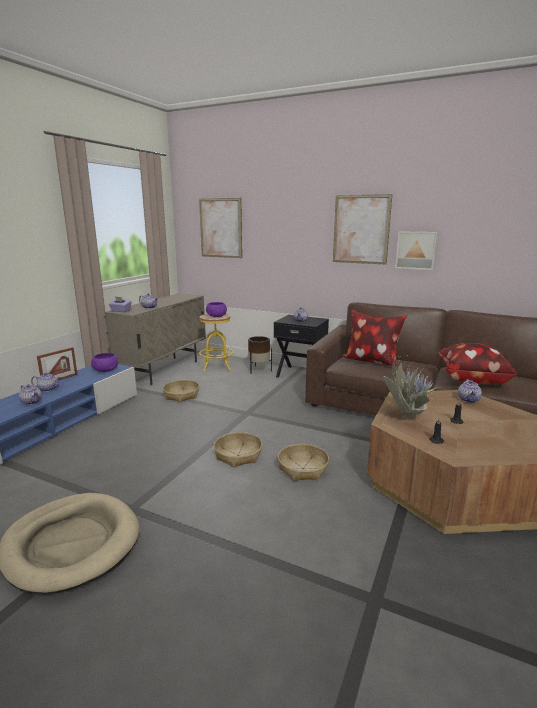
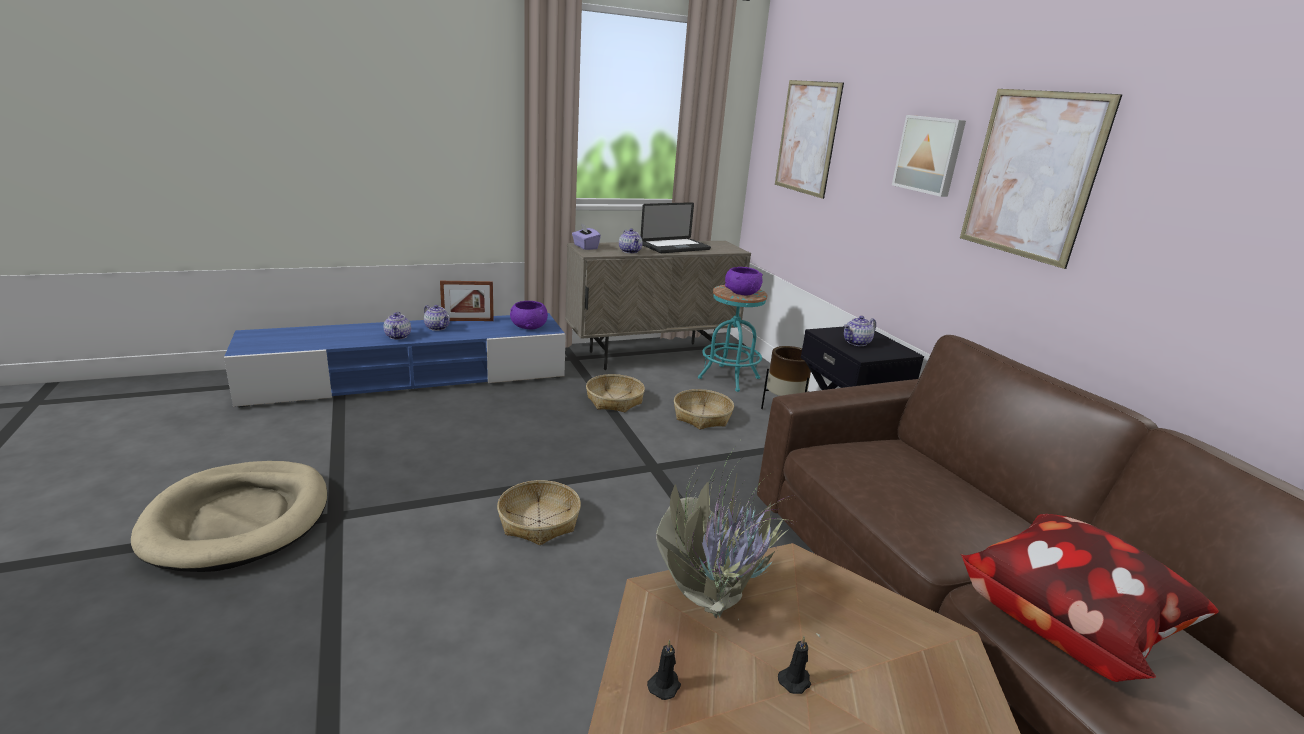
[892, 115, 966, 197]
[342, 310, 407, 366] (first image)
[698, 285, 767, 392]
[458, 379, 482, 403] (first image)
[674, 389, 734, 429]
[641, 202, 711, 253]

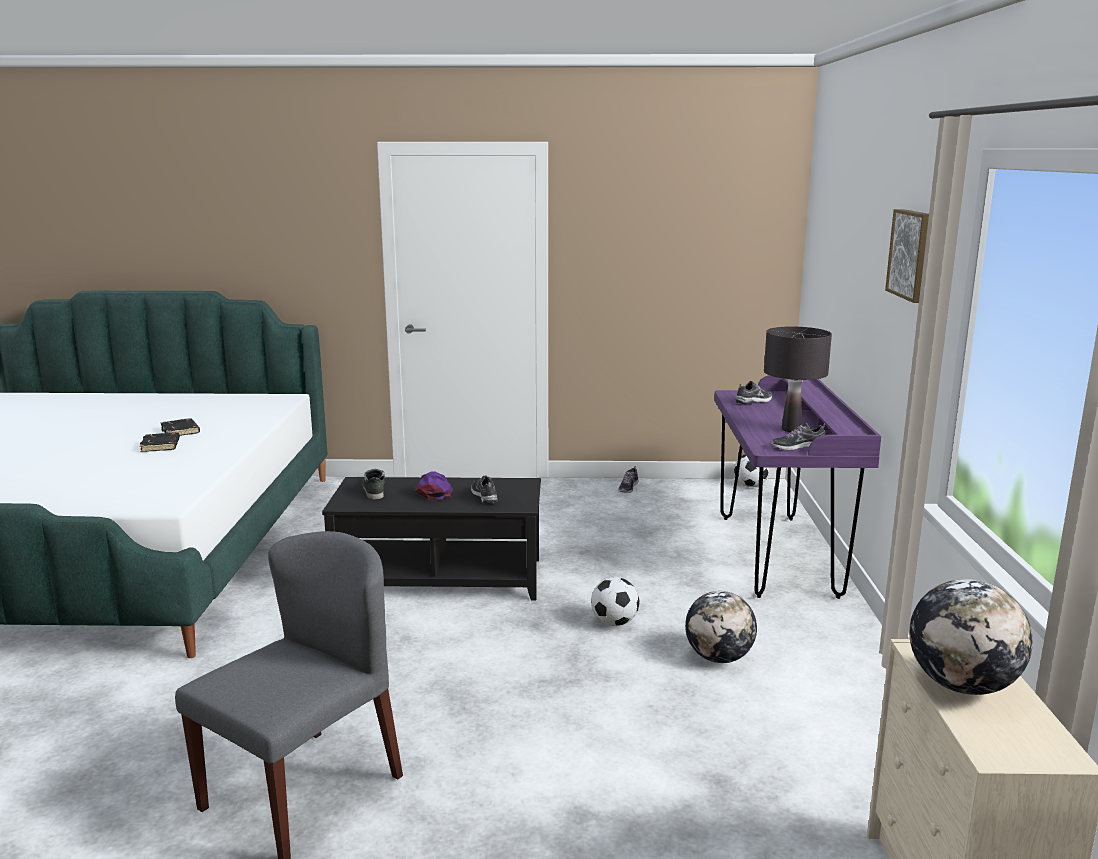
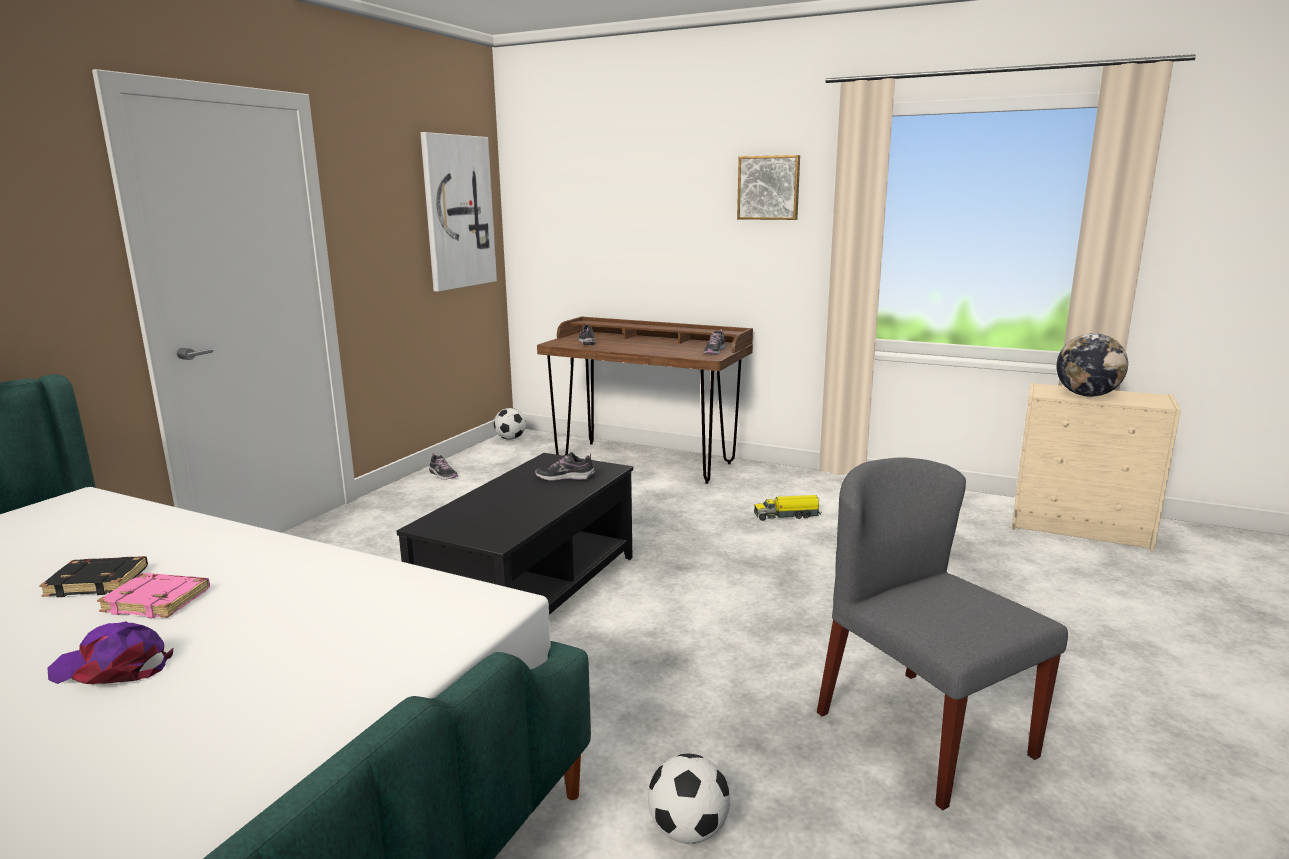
[764, 326, 832, 432] (first image)
[537, 316, 753, 484]
[97, 573, 210, 618]
[363, 469, 385, 500] (first image)
[48, 621, 173, 684]
[648, 754, 730, 844]
[754, 495, 821, 521]
[421, 132, 497, 292]

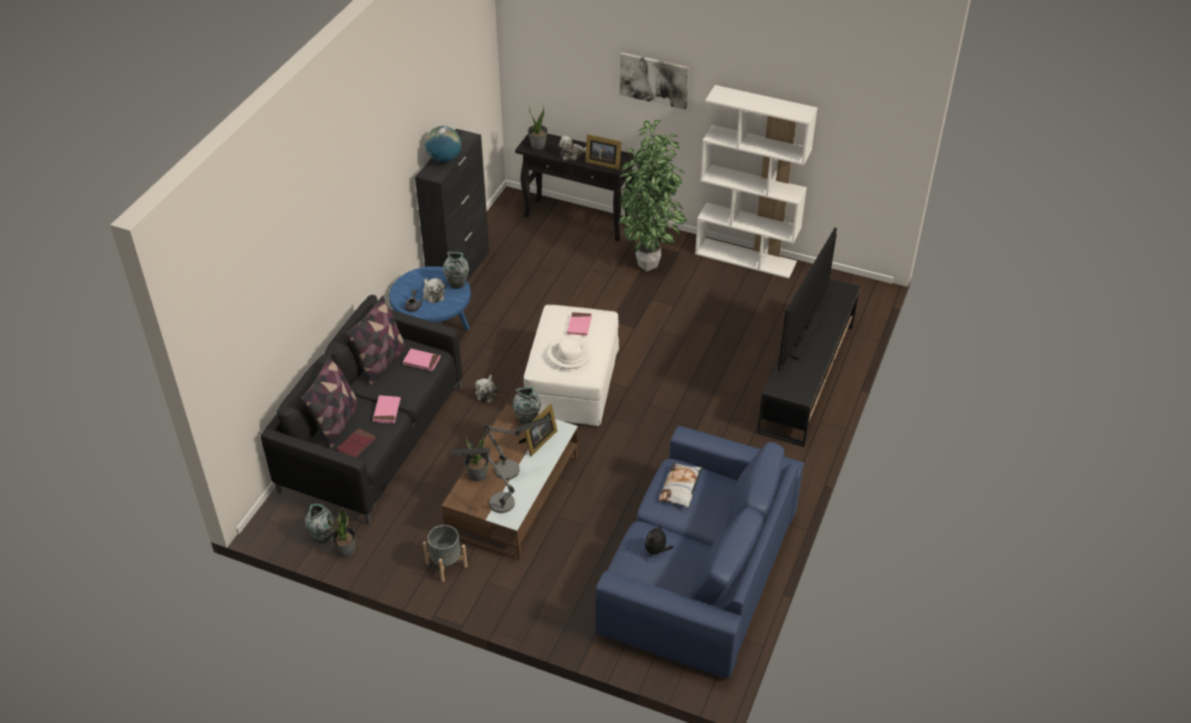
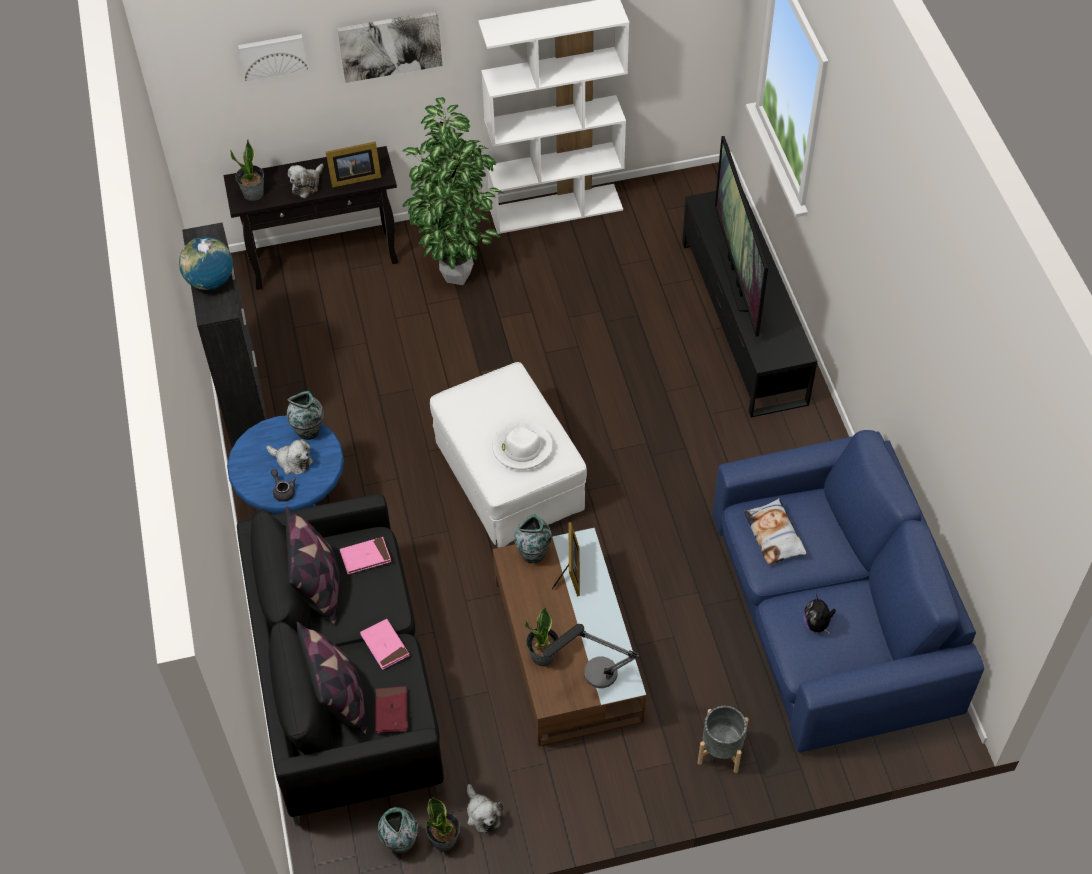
[567, 312, 592, 336] (first image)
[467, 784, 503, 834]
[483, 417, 551, 480] (first image)
[698, 706, 749, 773]
[238, 34, 308, 81]

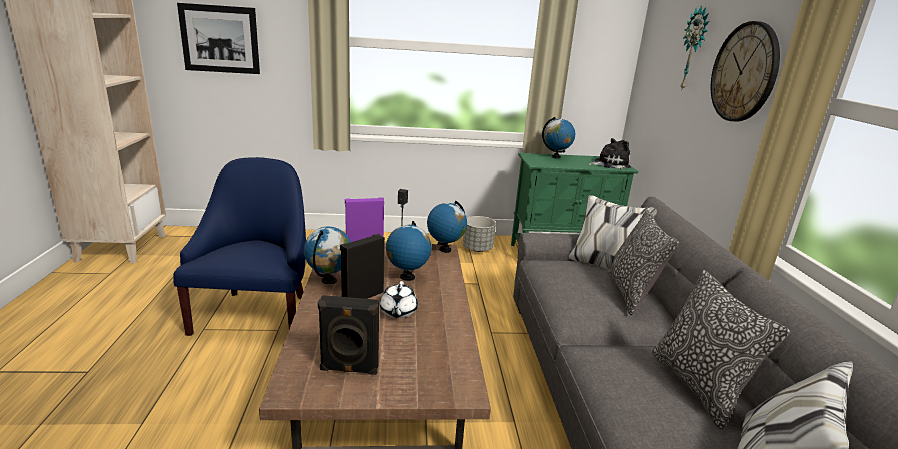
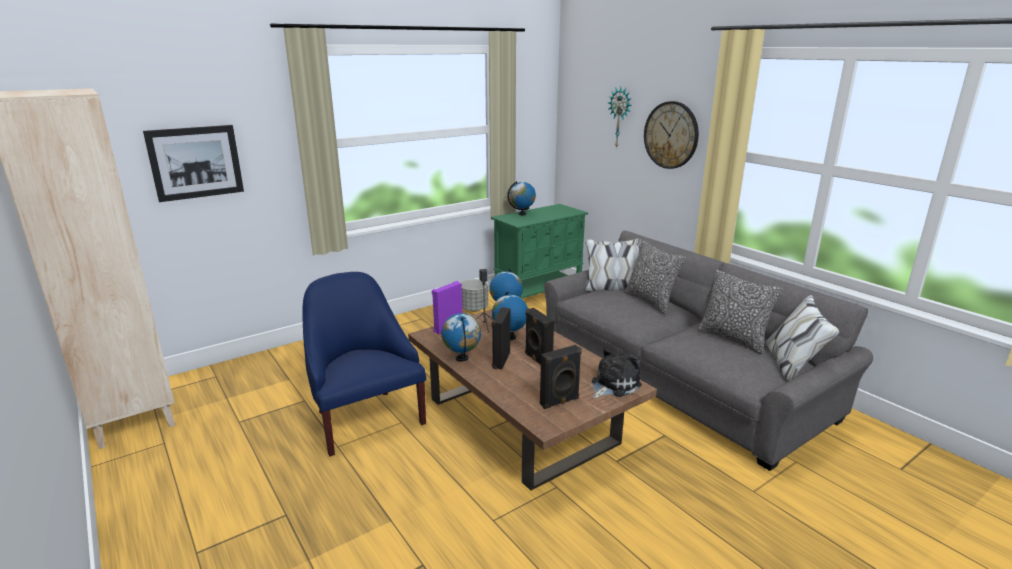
[592, 348, 642, 398]
[525, 308, 554, 365]

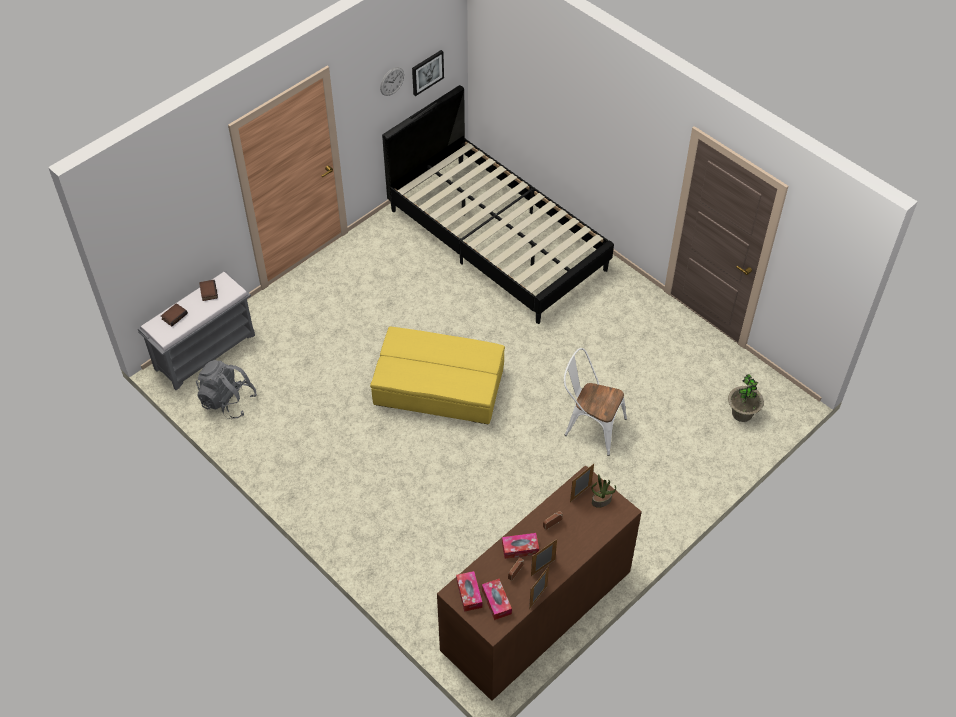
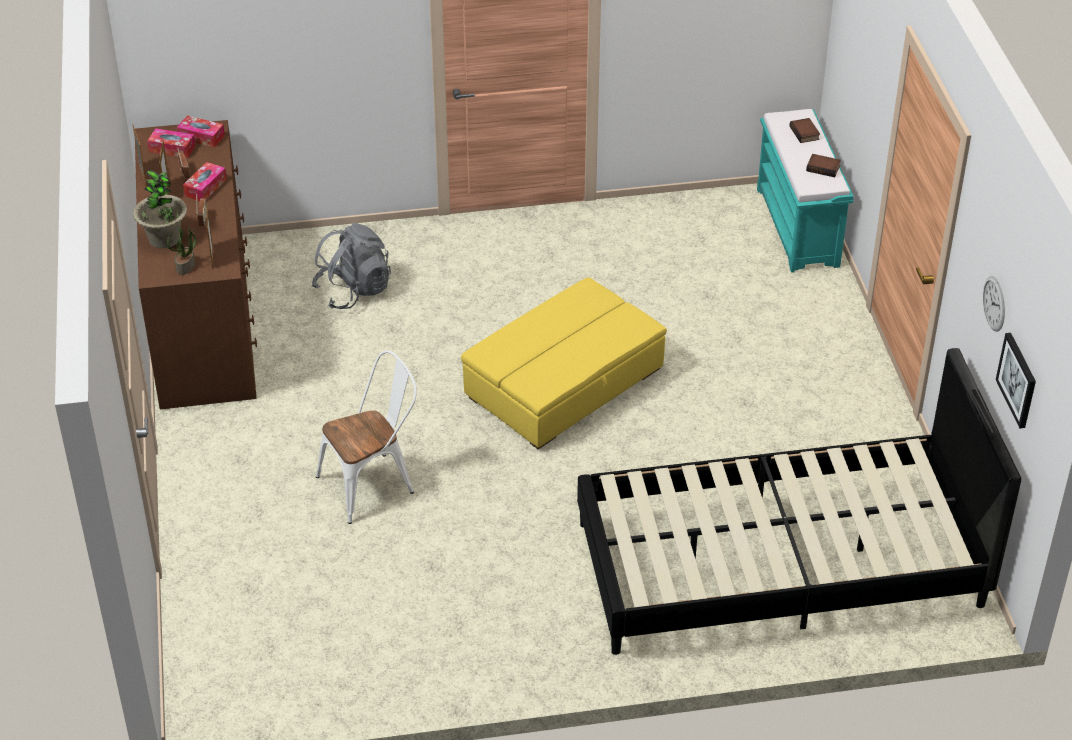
[757, 109, 854, 273]
[312, 223, 391, 309]
[133, 169, 187, 248]

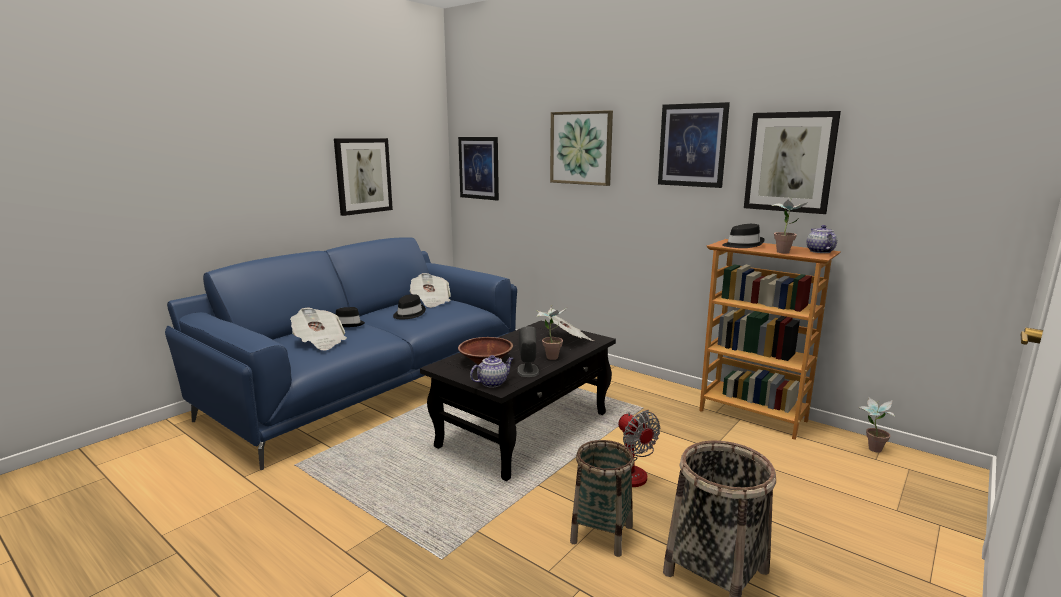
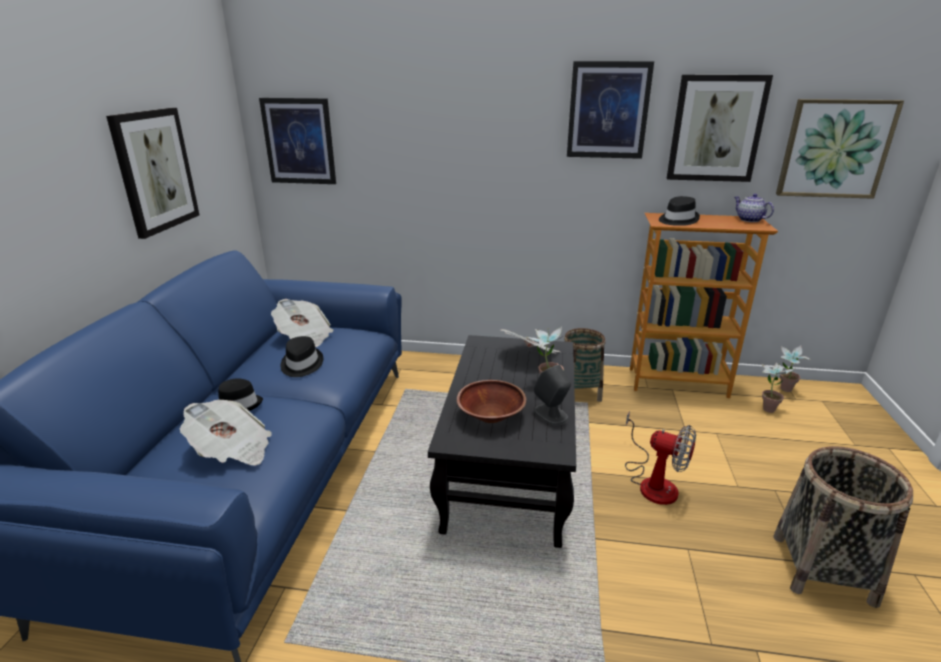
[776, 99, 904, 199]
[761, 363, 795, 413]
[470, 355, 513, 388] (first image)
[564, 328, 606, 402]

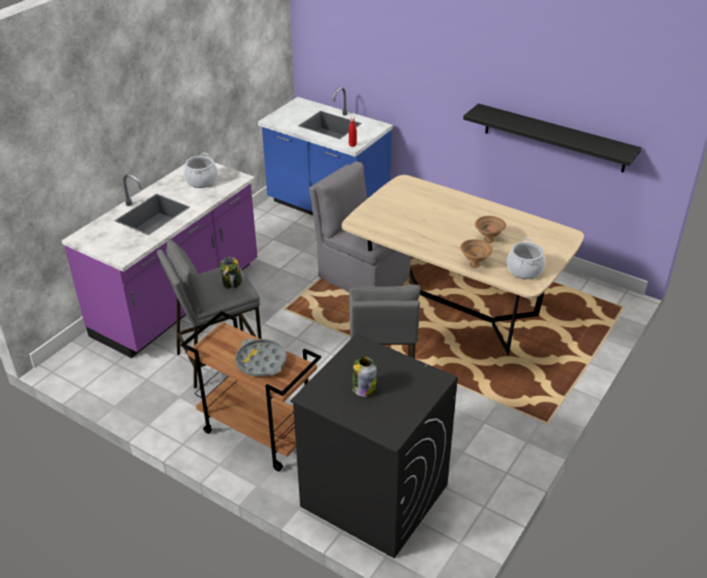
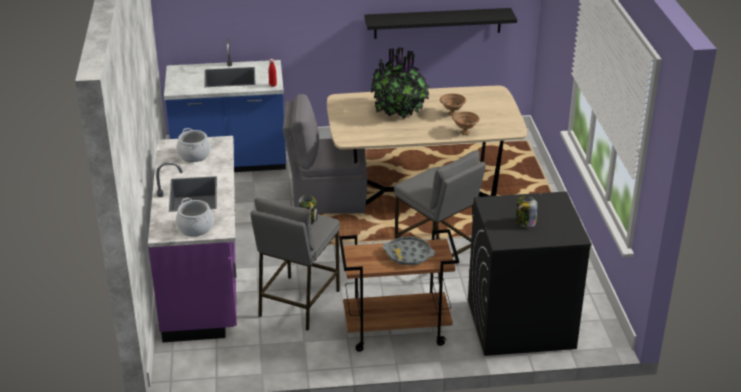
[176, 198, 214, 236]
[371, 47, 430, 119]

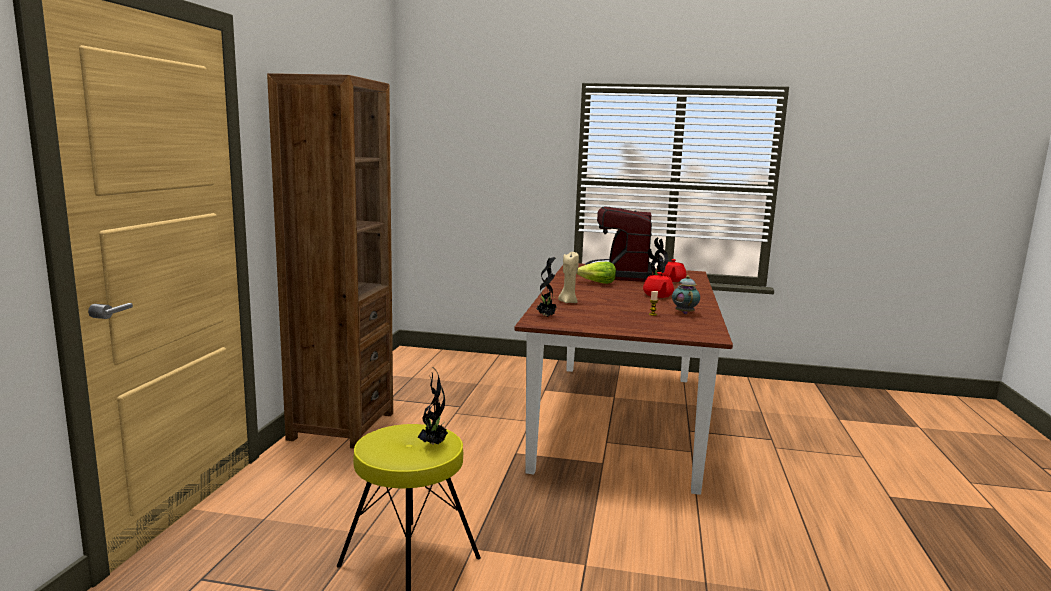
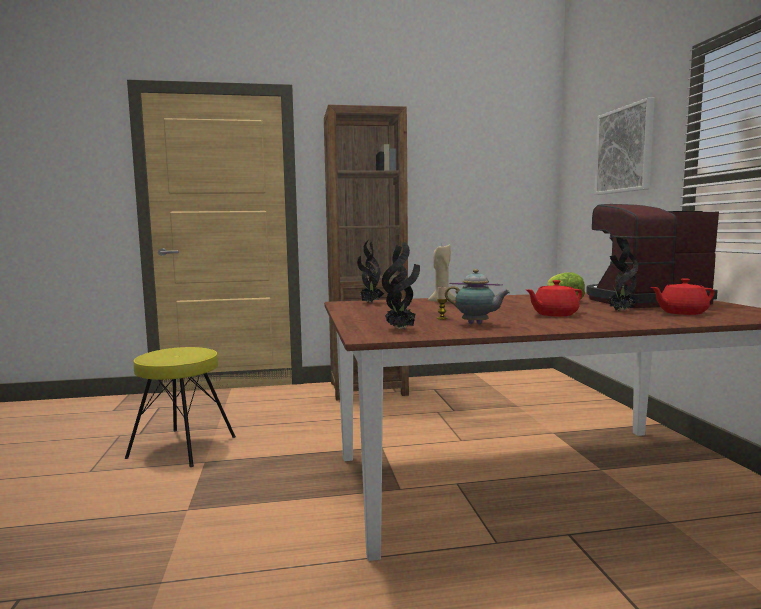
[445, 269, 511, 325]
[382, 242, 420, 330]
[594, 97, 655, 195]

